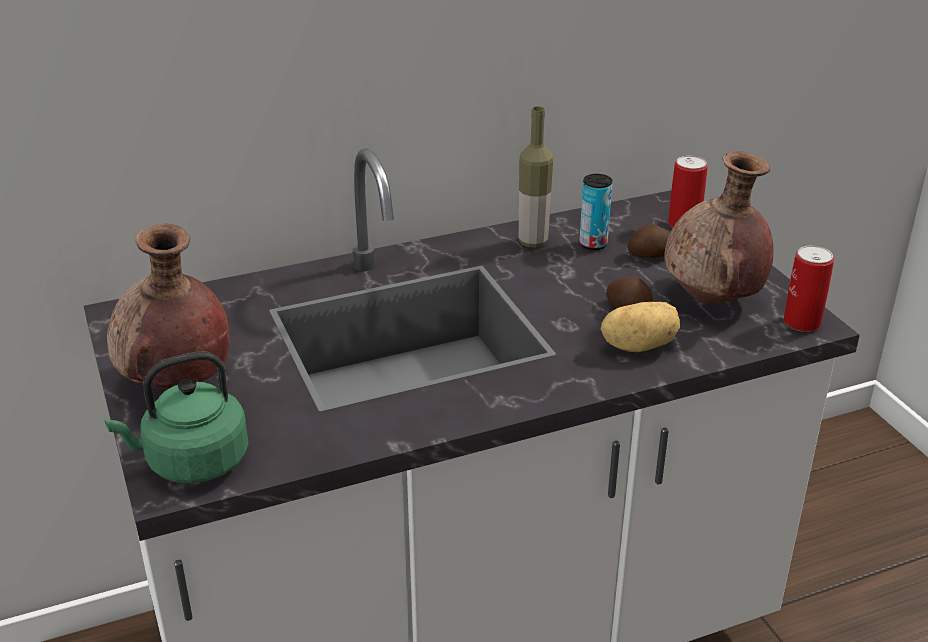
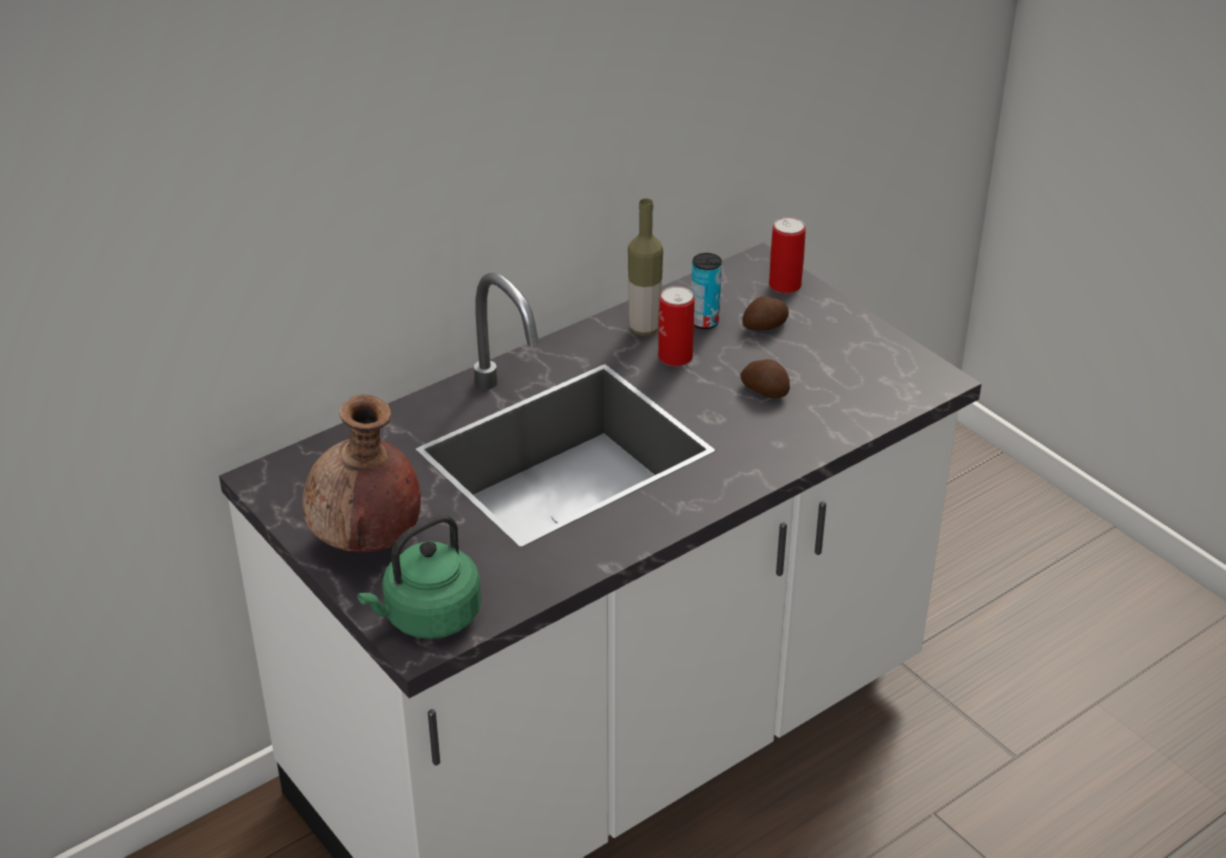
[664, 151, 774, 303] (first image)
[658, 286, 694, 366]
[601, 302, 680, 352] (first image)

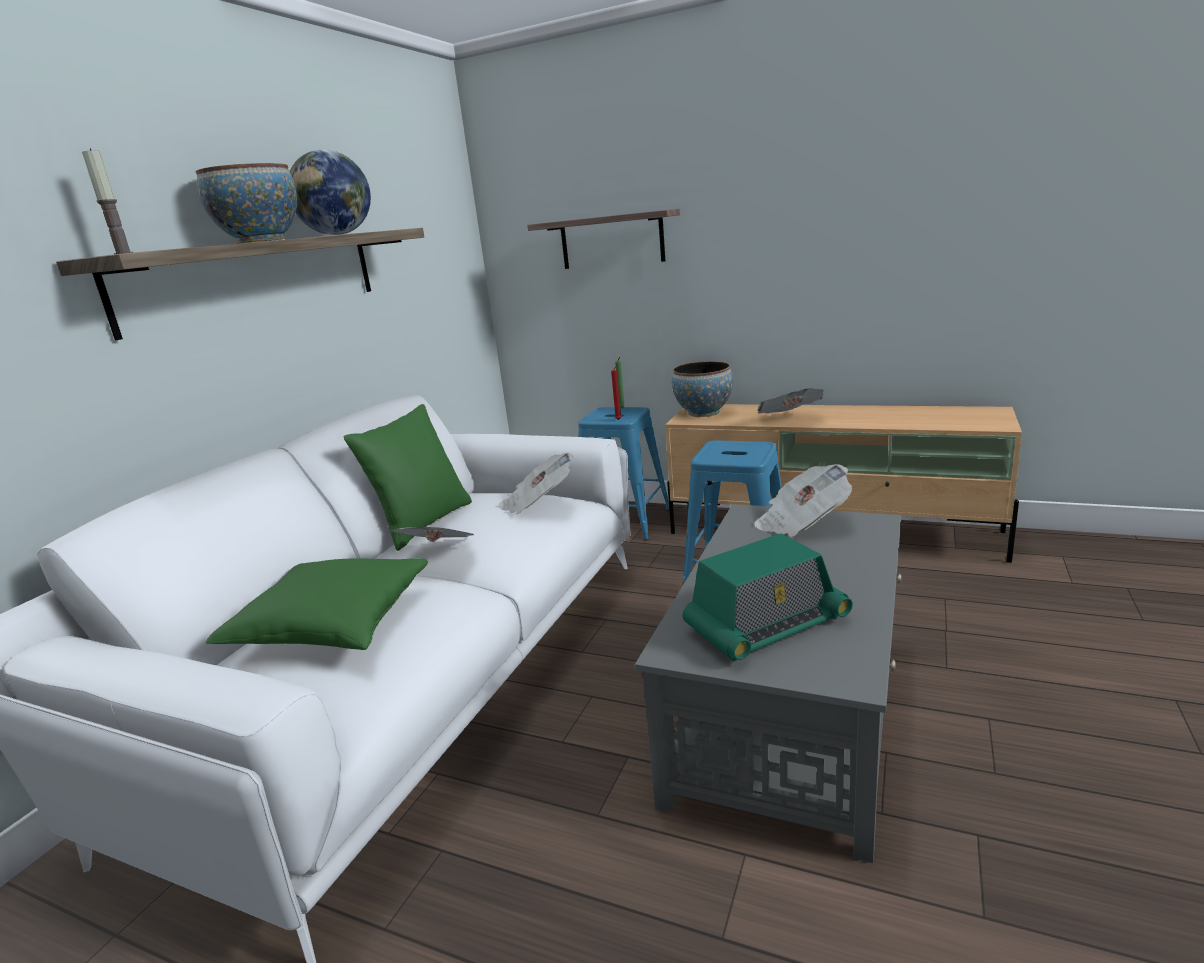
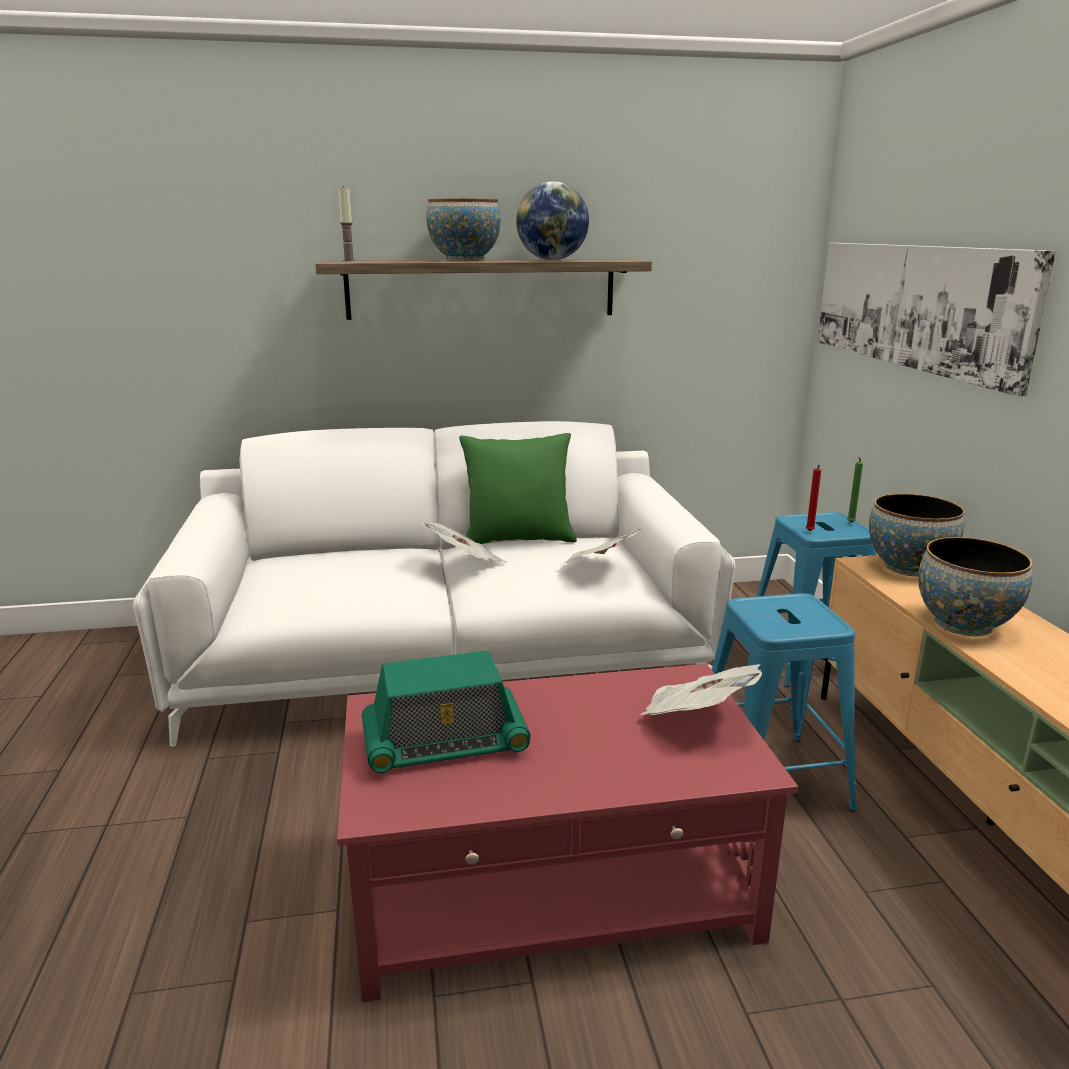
[817, 243, 1056, 397]
[918, 537, 1032, 636]
[337, 664, 798, 1002]
[362, 650, 531, 773]
[206, 558, 428, 650] (first image)

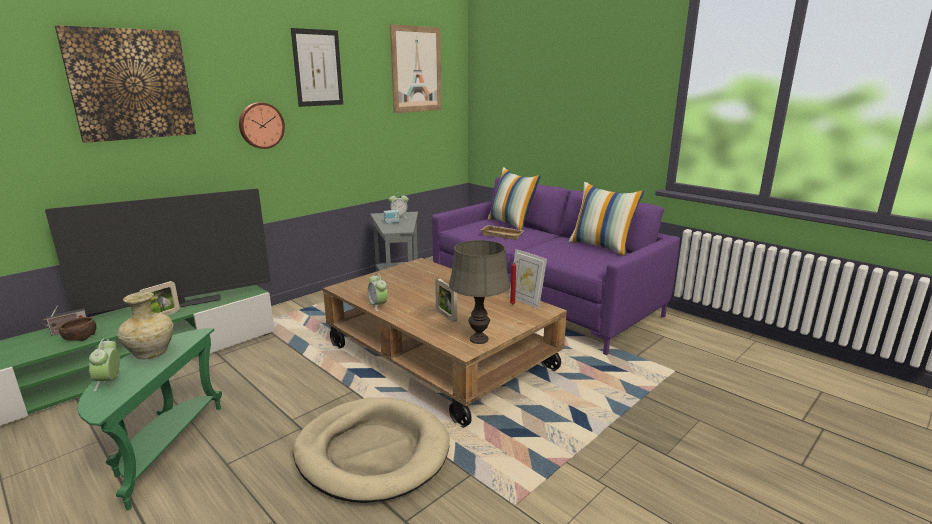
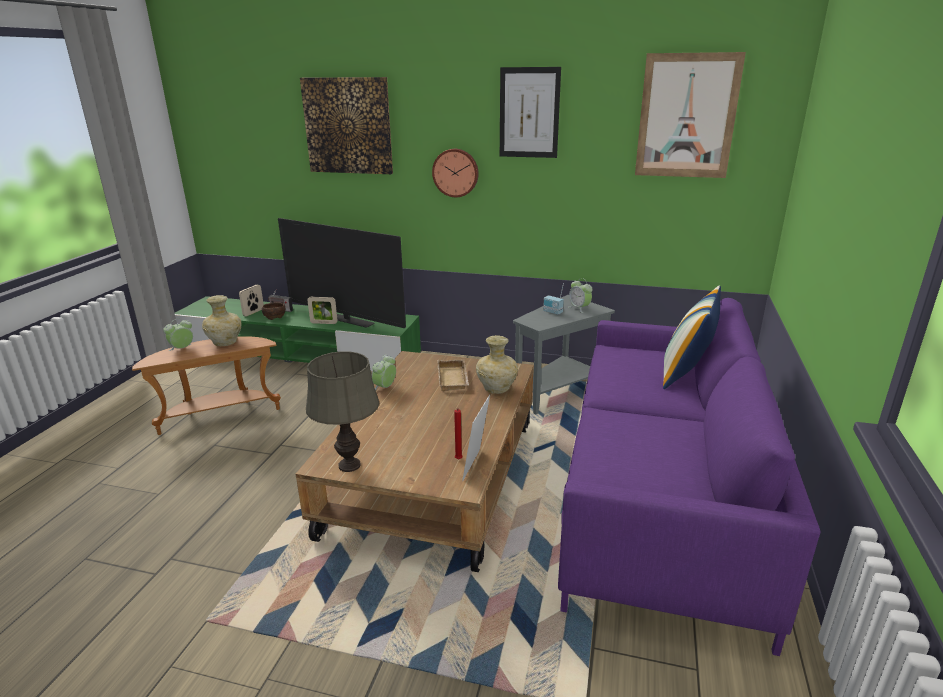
[569, 182, 644, 256] (first image)
[437, 359, 469, 391]
[239, 285, 264, 317]
[132, 336, 281, 435]
[293, 397, 450, 503] (first image)
[476, 335, 518, 394]

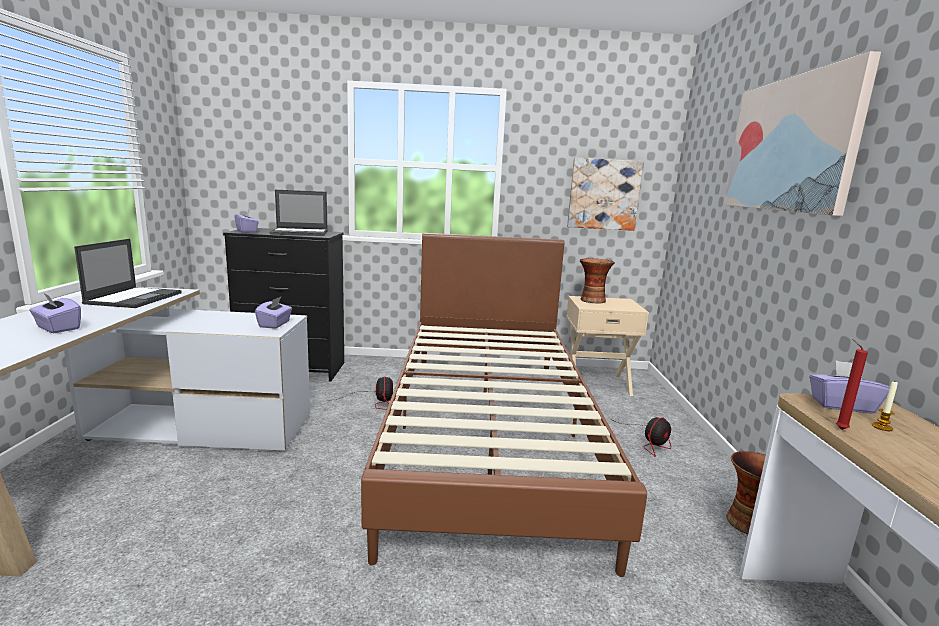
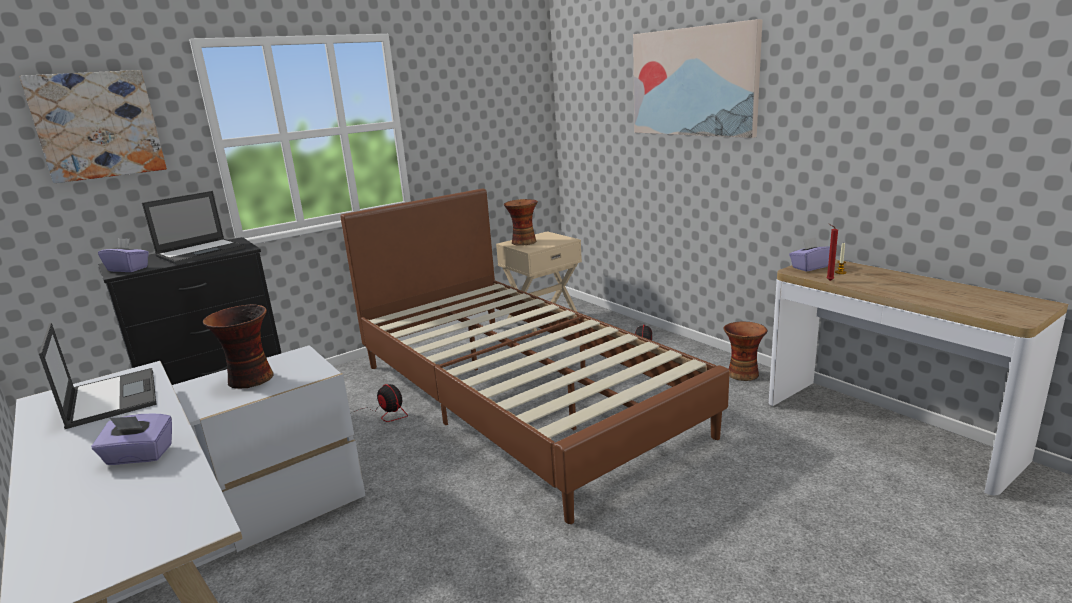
[19, 70, 167, 183]
[255, 297, 292, 329] (first image)
[203, 304, 274, 389]

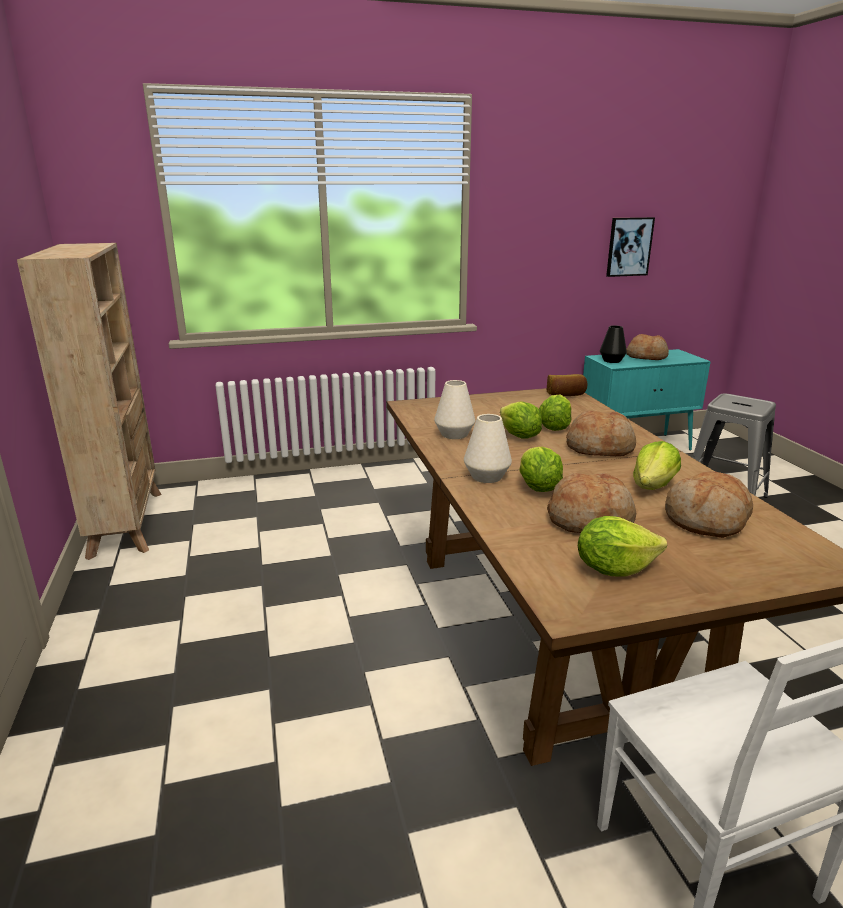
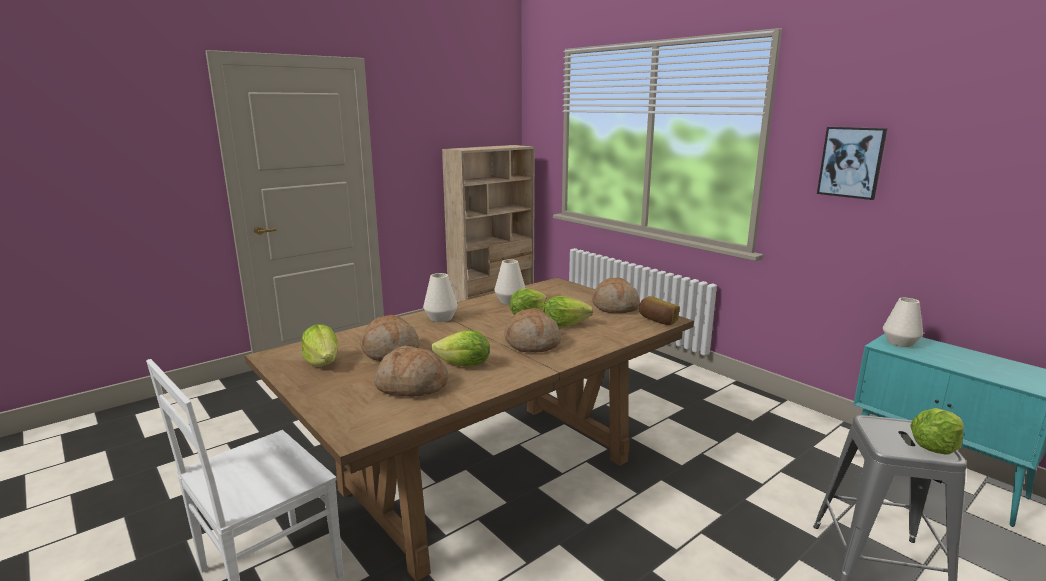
[817, 127, 887, 200]
[883, 298, 923, 347]
[592, 277, 640, 313]
[910, 408, 964, 454]

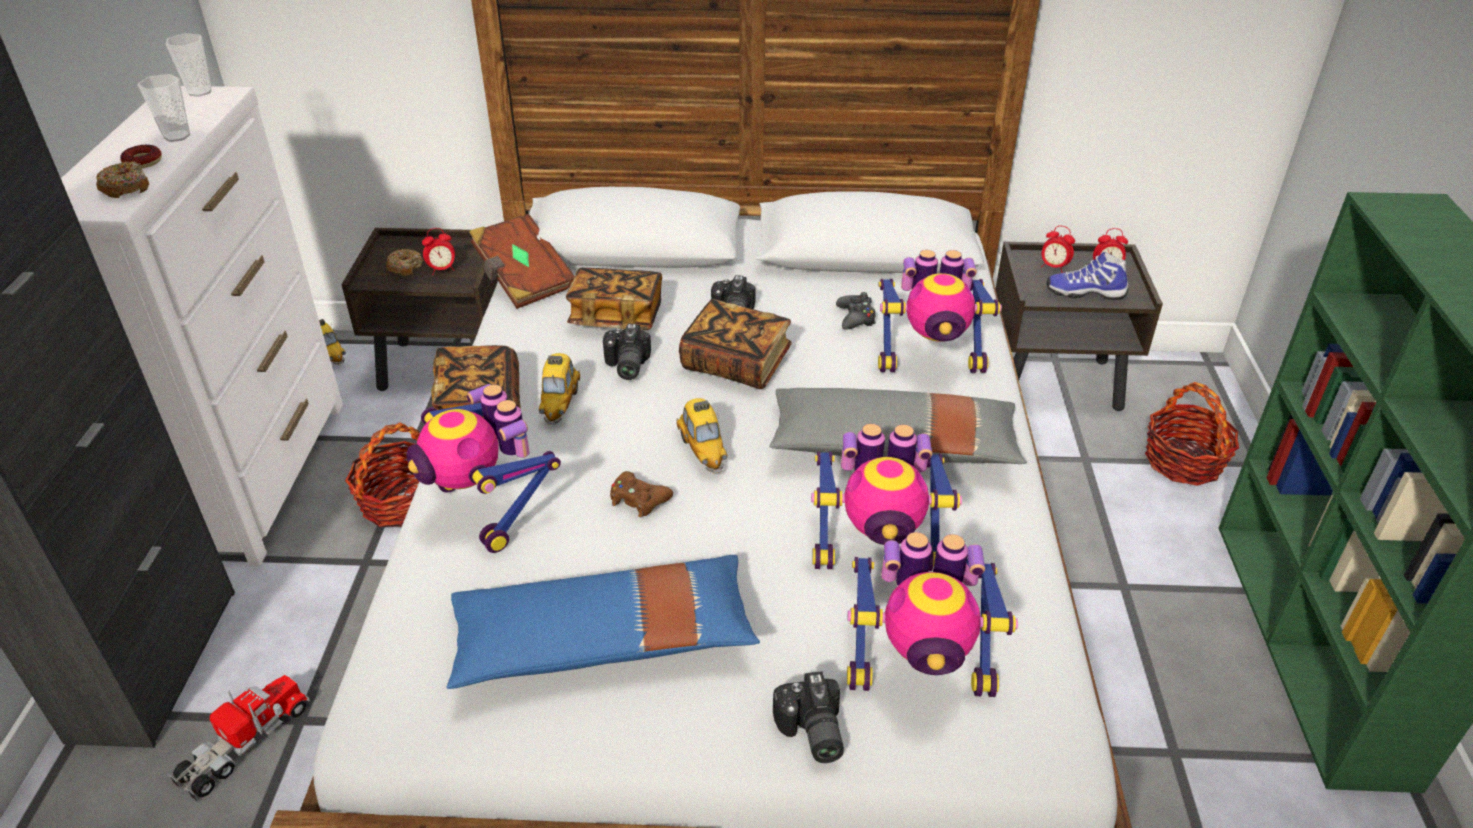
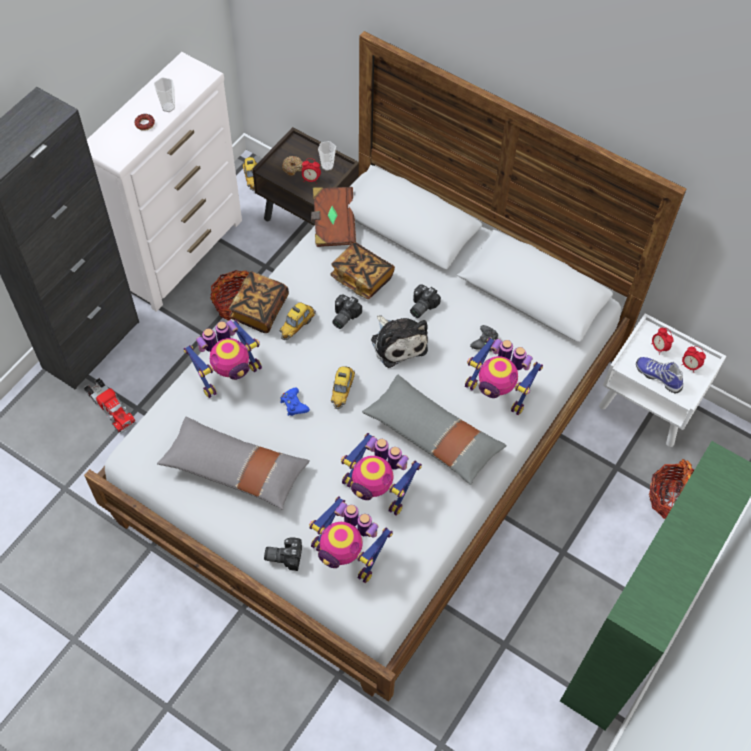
[318, 141, 336, 171]
[96, 161, 149, 198] (first image)
[599, 313, 726, 447]
[371, 315, 428, 368]
[184, 320, 262, 398]
[280, 387, 310, 416]
[157, 417, 310, 510]
[264, 537, 302, 571]
[84, 377, 136, 434]

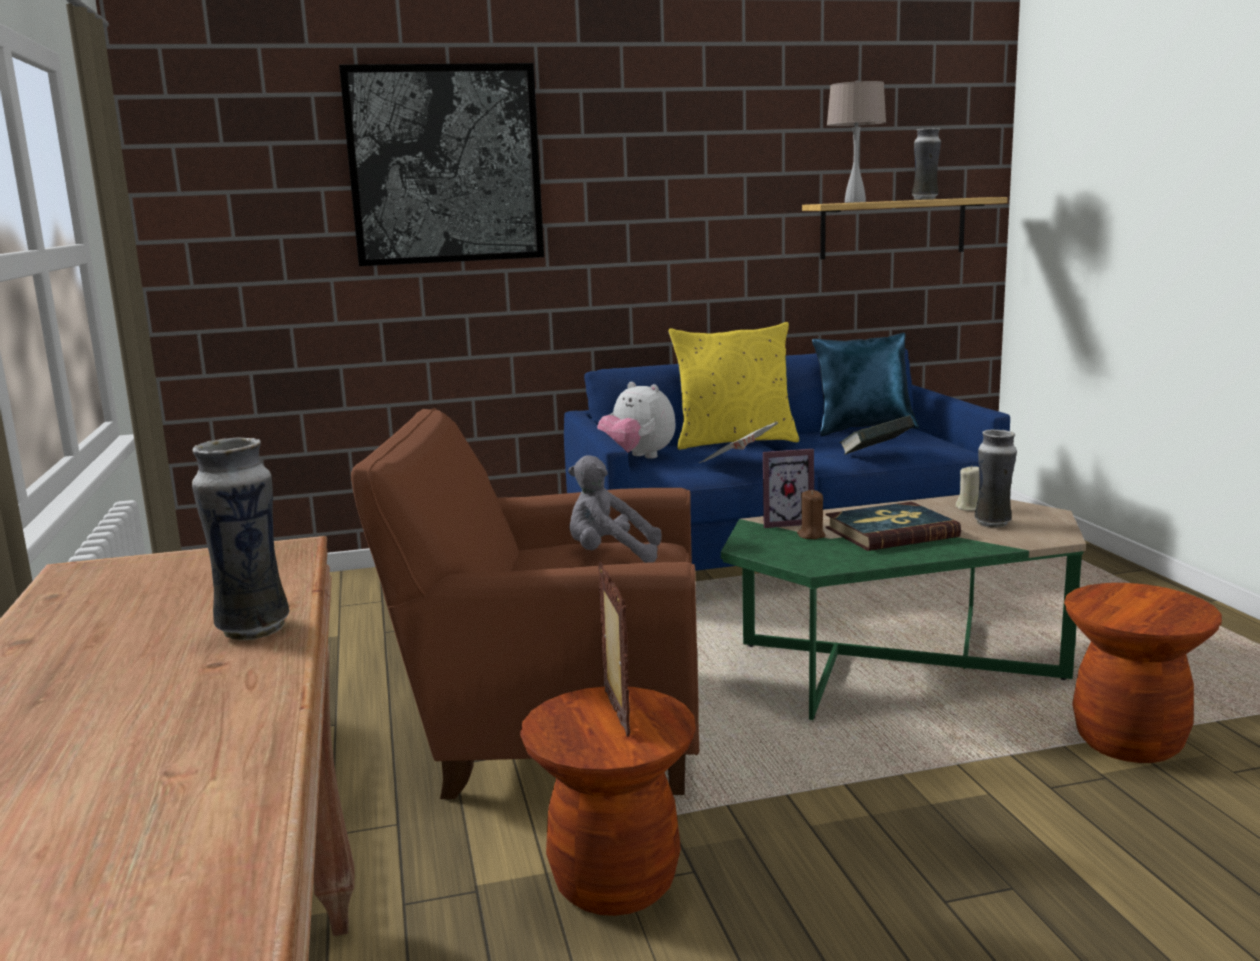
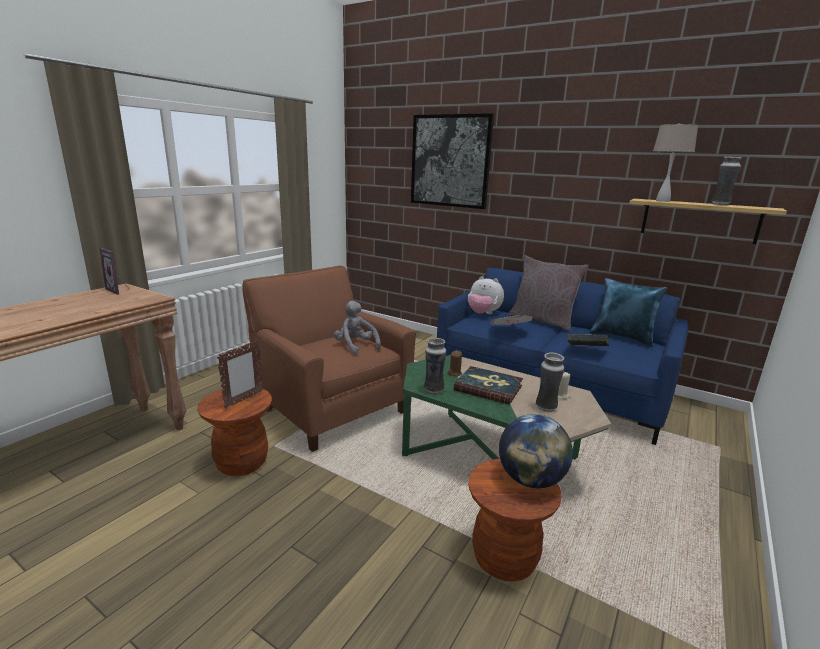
[508, 255, 588, 331]
[468, 276, 504, 314]
[424, 338, 446, 394]
[99, 248, 129, 295]
[499, 414, 573, 488]

